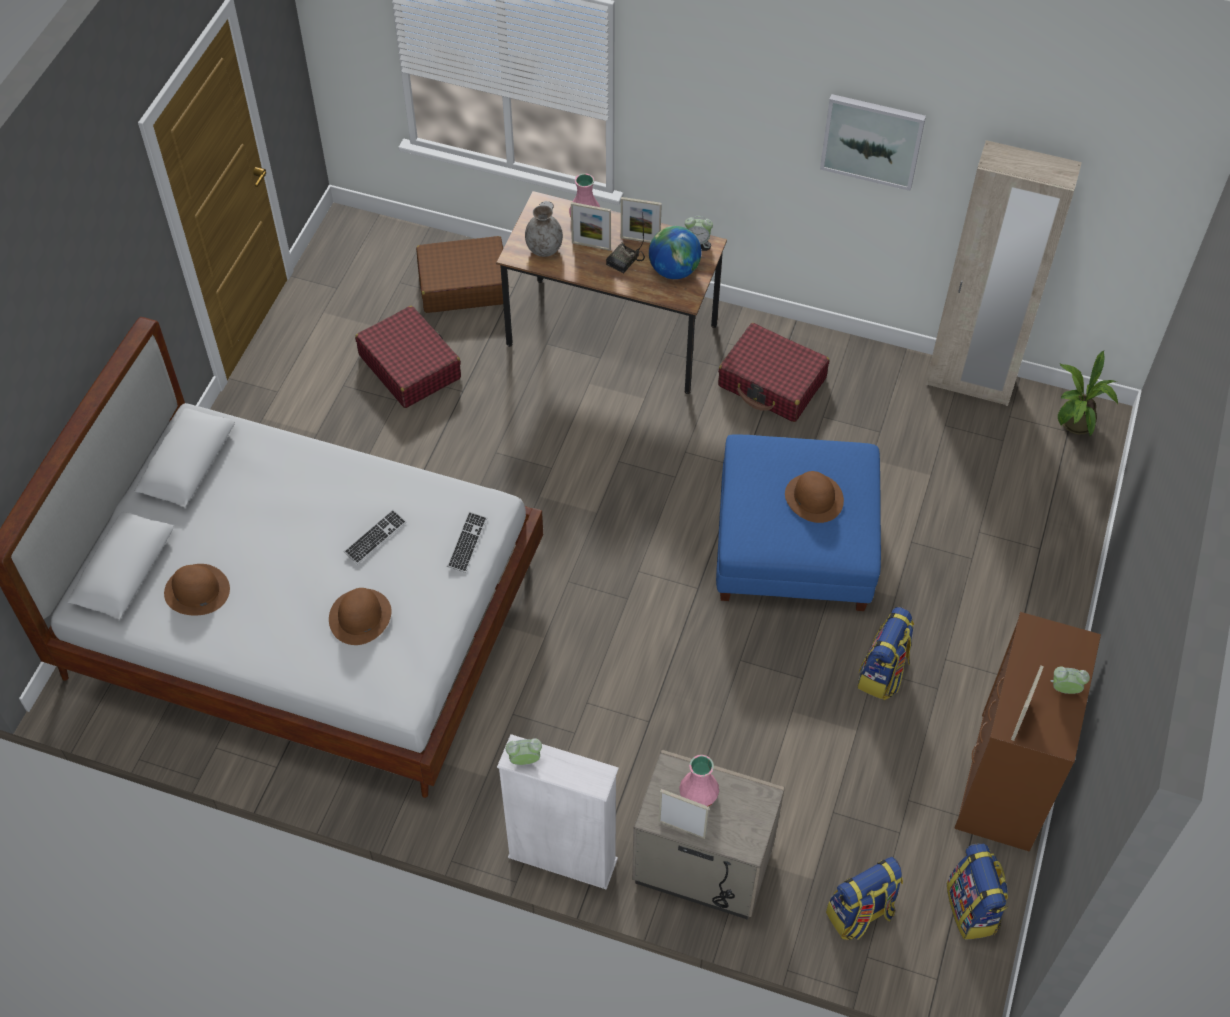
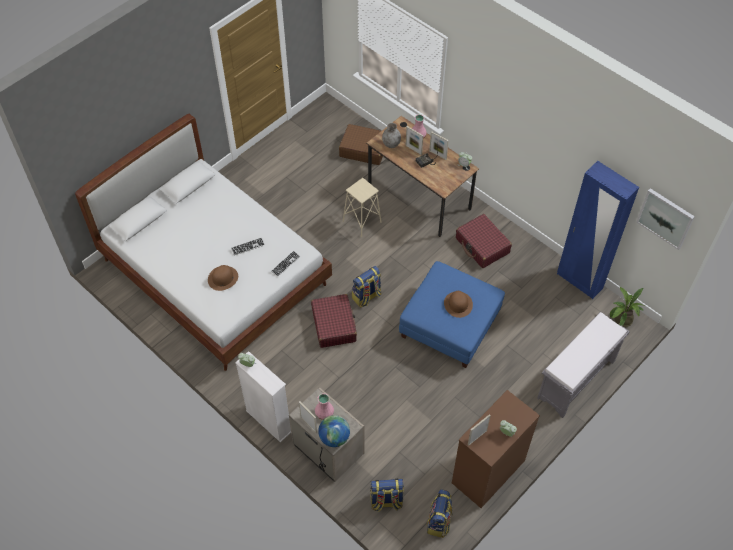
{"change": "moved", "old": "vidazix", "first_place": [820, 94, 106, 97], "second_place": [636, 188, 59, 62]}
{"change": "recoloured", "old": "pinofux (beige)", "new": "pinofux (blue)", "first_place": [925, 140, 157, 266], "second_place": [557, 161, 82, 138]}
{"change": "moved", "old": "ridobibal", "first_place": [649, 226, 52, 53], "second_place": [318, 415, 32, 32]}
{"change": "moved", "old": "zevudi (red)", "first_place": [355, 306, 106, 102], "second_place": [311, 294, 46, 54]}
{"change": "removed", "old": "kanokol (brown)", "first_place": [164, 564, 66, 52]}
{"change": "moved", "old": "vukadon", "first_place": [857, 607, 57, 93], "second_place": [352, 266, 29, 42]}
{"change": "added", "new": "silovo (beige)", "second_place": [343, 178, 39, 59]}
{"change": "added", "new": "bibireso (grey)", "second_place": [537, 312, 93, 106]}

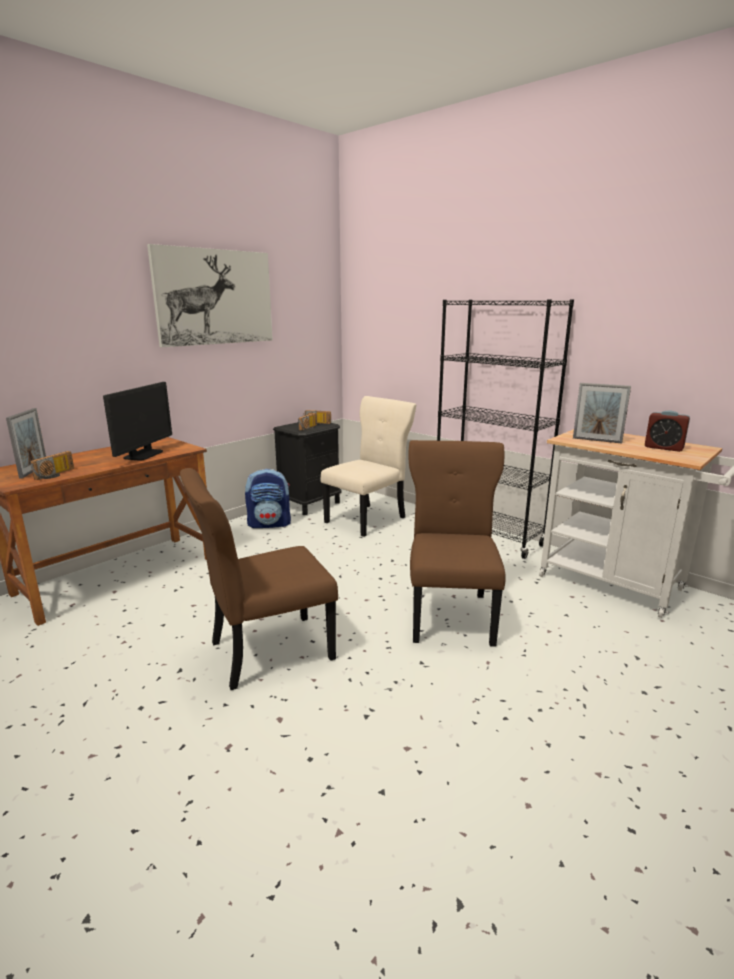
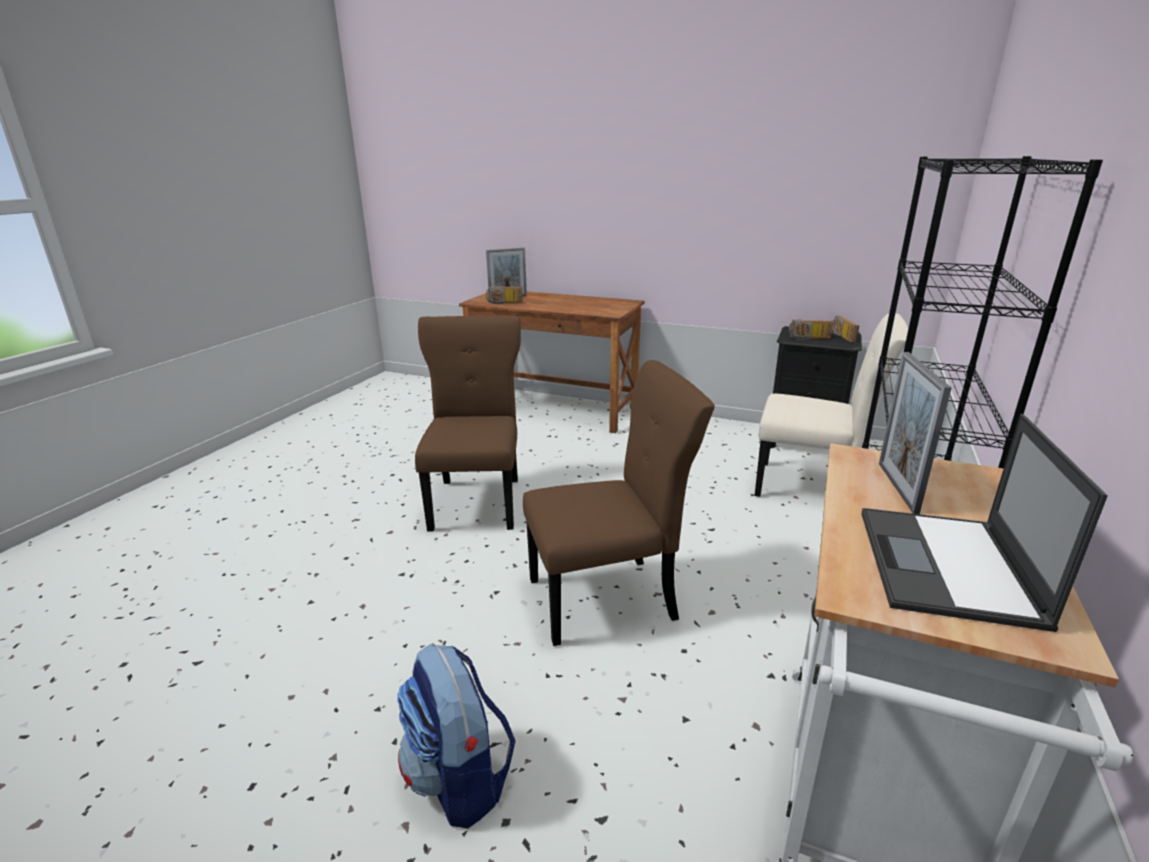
{"change": "removed", "old": "vidazix", "first_place": [147, 244, 126, 103]}
{"change": "removed", "old": "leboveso", "first_place": [103, 382, 69, 79]}
{"change": "replaced", "old": "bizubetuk", "new": "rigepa", "first_place": [645, 411, 45, 41], "second_place": [861, 414, 247, 218]}
{"change": "turned", "old": "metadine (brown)", "first_place": [180, 468, 158, 222], "second_place": [415, 316, 106, 216], "degrees": 45}
{"change": "moved", "old": "vukadon", "first_place": [245, 469, 46, 59], "second_place": [397, 643, 118, 186]}

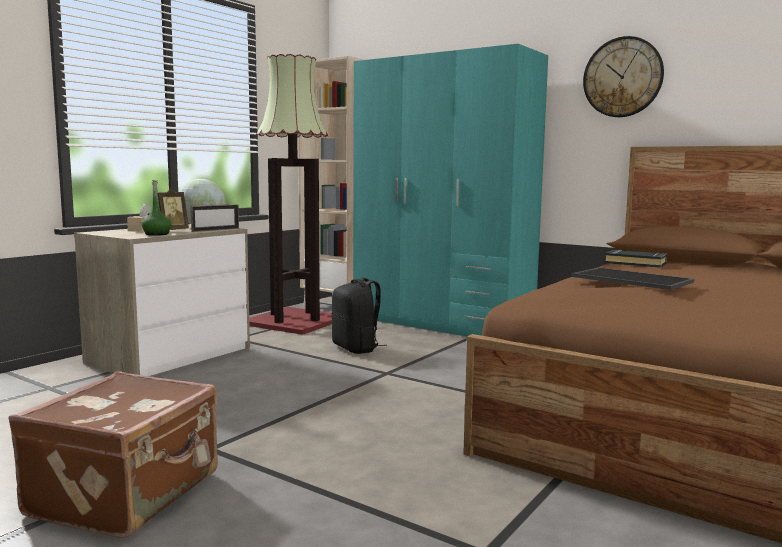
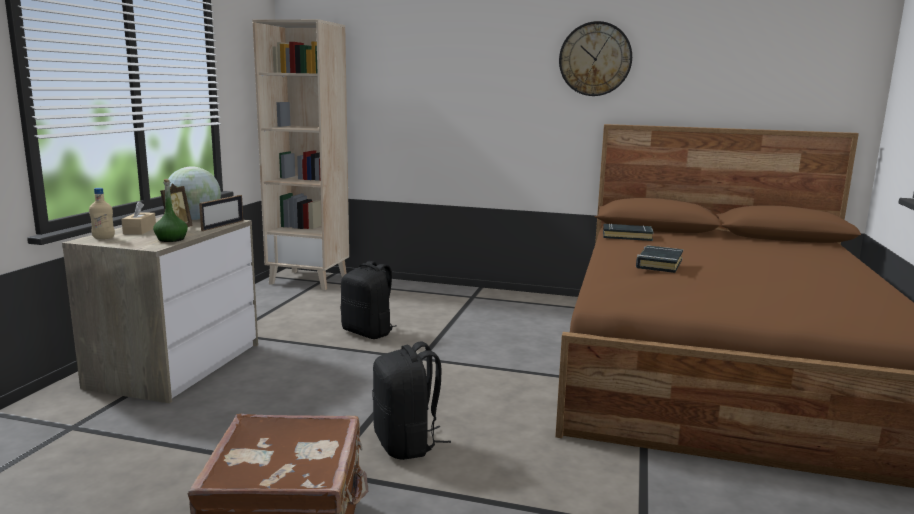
{"change": "removed", "old": "pinofux (turquoise)", "first_place": [353, 44, 195, 293]}
{"change": "removed", "old": "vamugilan", "first_place": [249, 54, 83, 281]}
{"change": "replaced", "old": "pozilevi", "new": "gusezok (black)", "first_place": [571, 268, 123, 22], "second_place": [636, 246, 47, 27]}
{"change": "added", "new": "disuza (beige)", "second_place": [89, 188, 26, 51]}
{"change": "added", "new": "vukadon (black)", "second_place": [372, 342, 79, 118]}

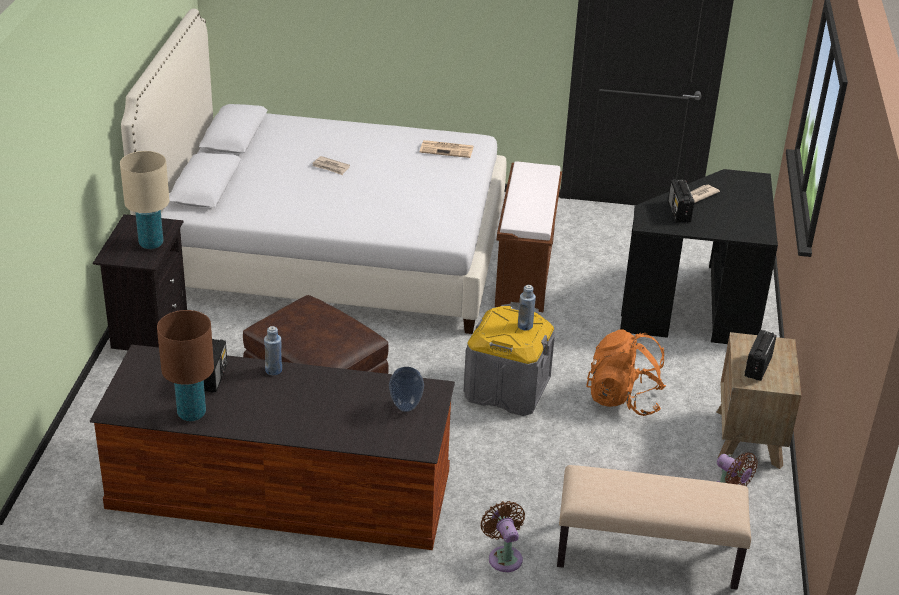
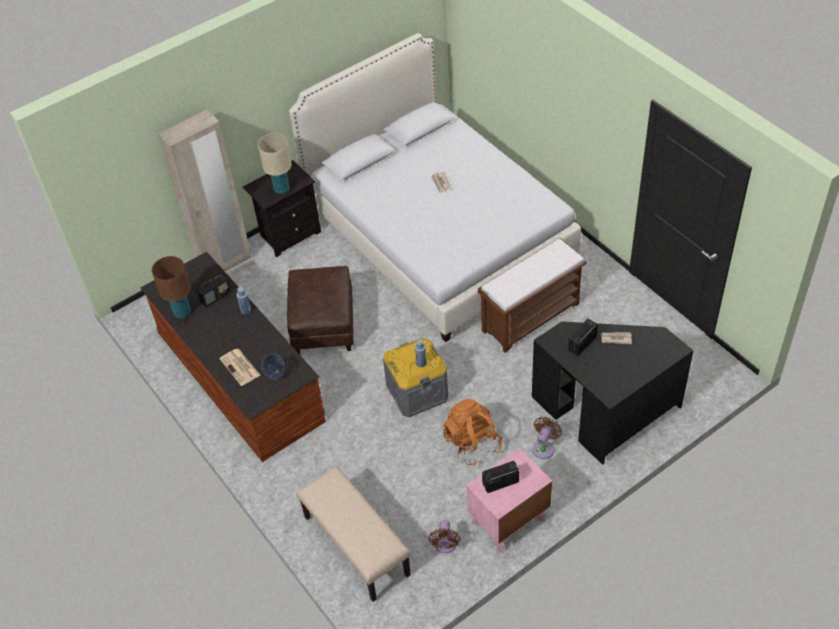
{"change": "moved", "old": "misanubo", "first_place": [420, 140, 54, 18], "second_place": [219, 349, 41, 37]}
{"change": "recoloured", "old": "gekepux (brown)", "new": "gekepux (pink)", "first_place": [717, 332, 84, 137], "second_place": [466, 448, 86, 105]}
{"change": "moved", "old": "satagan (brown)", "first_place": [481, 501, 44, 71], "second_place": [532, 417, 30, 42]}
{"change": "added", "new": "pinofux (beige)", "second_place": [158, 109, 94, 163]}

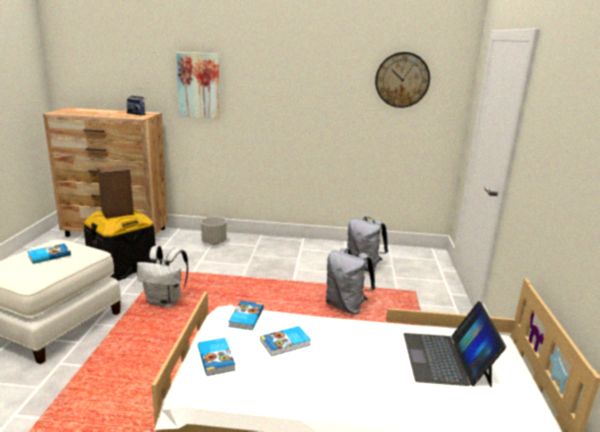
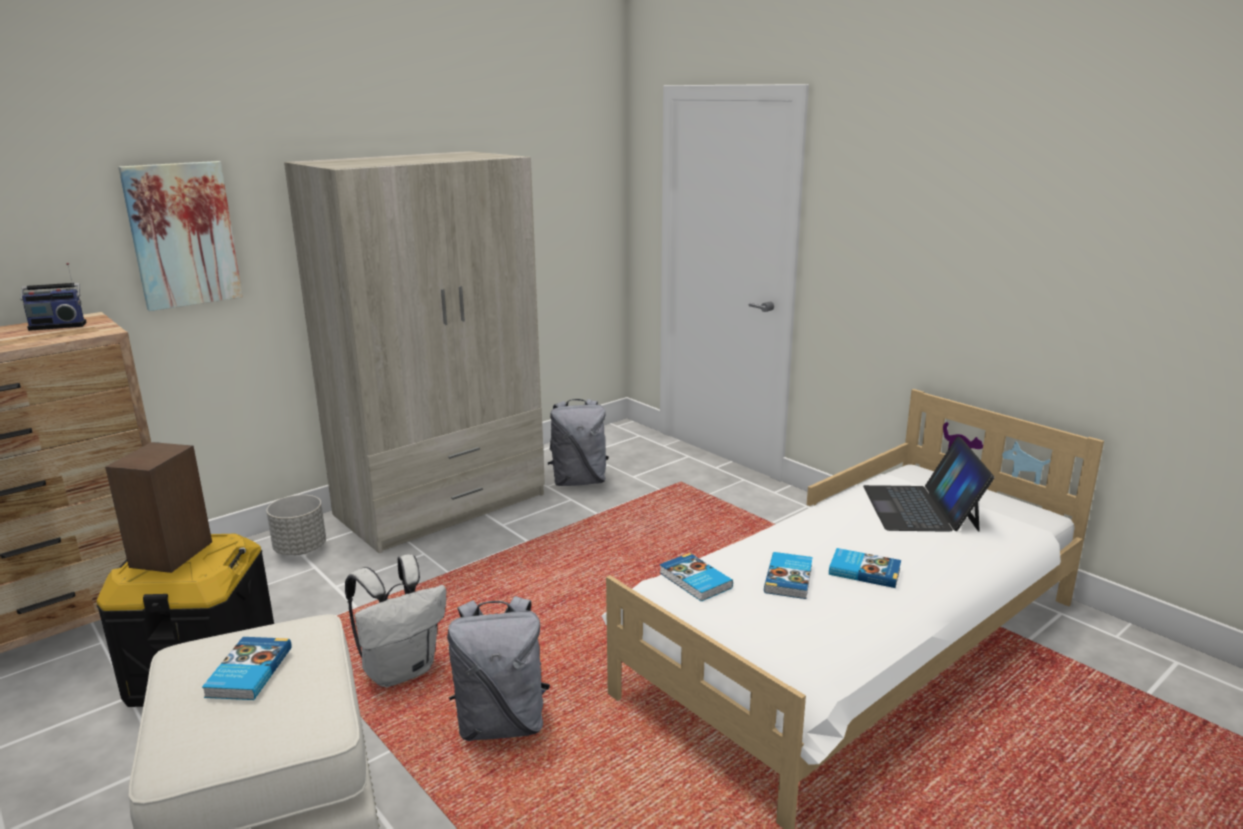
{"change": "removed", "old": "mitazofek", "first_place": [375, 52, 55, 56]}
{"change": "moved", "old": "vukadon (grey)", "first_place": [326, 248, 49, 66], "second_place": [447, 596, 103, 145]}
{"change": "turned", "old": "rigepa", "first_place": [404, 301, 102, 86], "second_place": [863, 436, 132, 96], "degrees": 45}
{"change": "moved", "old": "gusezok", "first_place": [198, 338, 38, 38], "second_place": [829, 548, 72, 40]}
{"change": "added", "new": "pinofux (beige)", "second_place": [284, 151, 261, 402]}

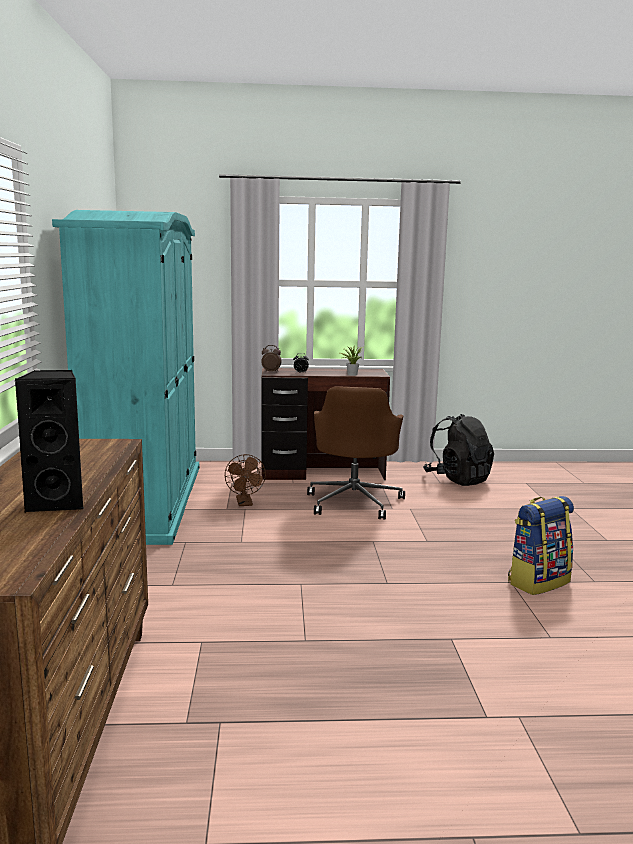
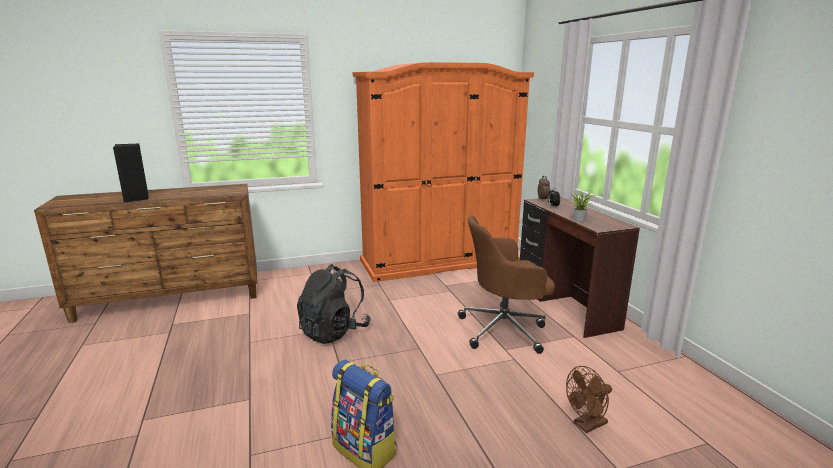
{"change": "recoloured", "old": "pinofux (turquoise)", "new": "pinofux (orange)", "first_place": [52, 210, 147, 335], "second_place": [353, 62, 181, 220]}
{"change": "moved", "old": "vukadon (black)", "first_place": [423, 414, 71, 72], "second_place": [297, 264, 74, 80]}
{"change": "moved", "old": "satagan (brown)", "first_place": [225, 454, 41, 52], "second_place": [566, 366, 46, 67]}

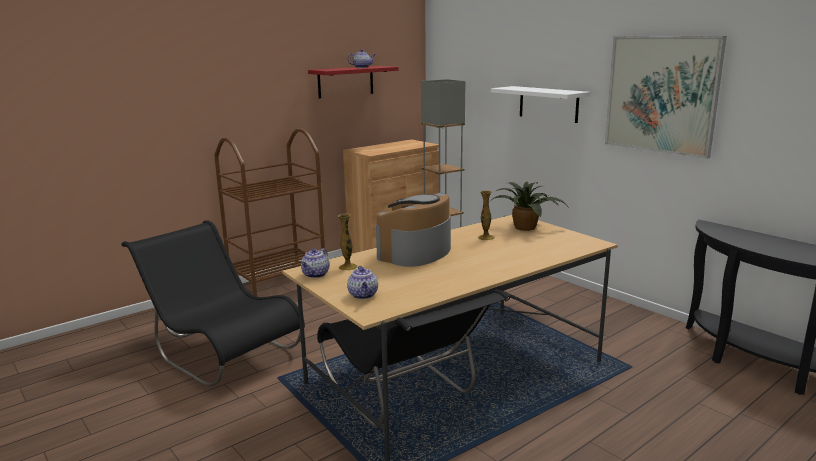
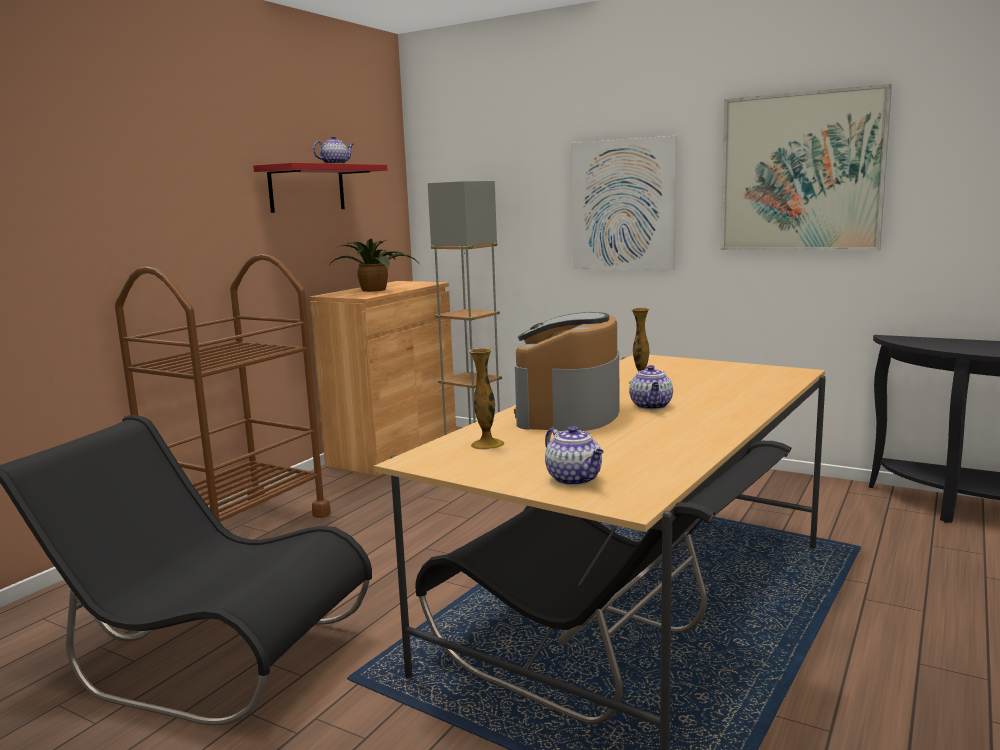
{"change": "replaced", "old": "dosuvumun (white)", "new": "vidazix", "first_place": [491, 86, 99, 37], "second_place": [571, 136, 106, 134]}
{"change": "moved", "old": "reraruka", "first_place": [490, 181, 79, 50], "second_place": [330, 239, 90, 53]}
{"change": "moved", "old": "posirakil", "first_place": [301, 248, 28, 30], "second_place": [629, 365, 44, 45]}

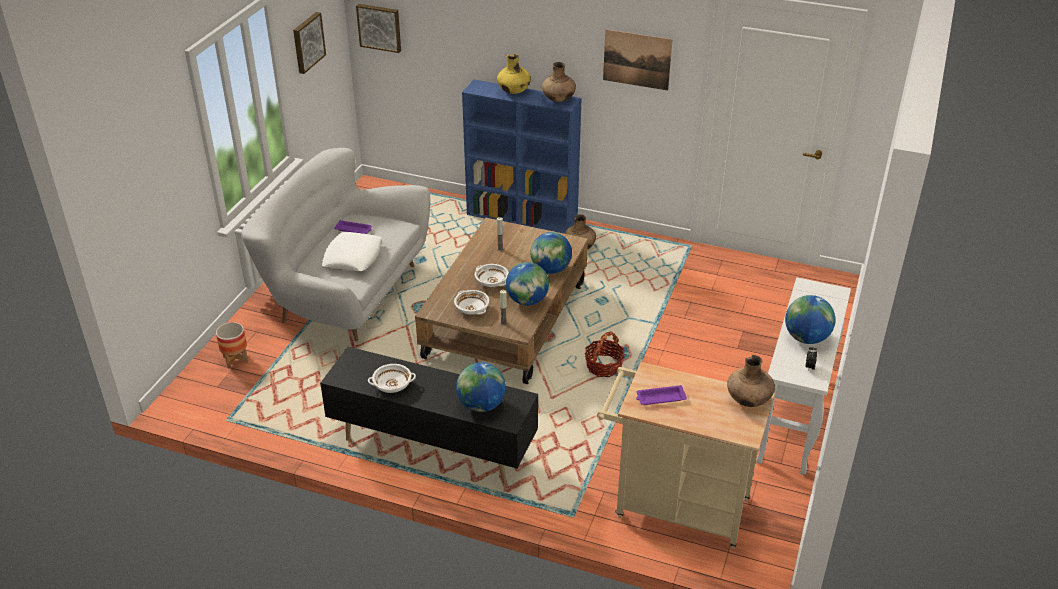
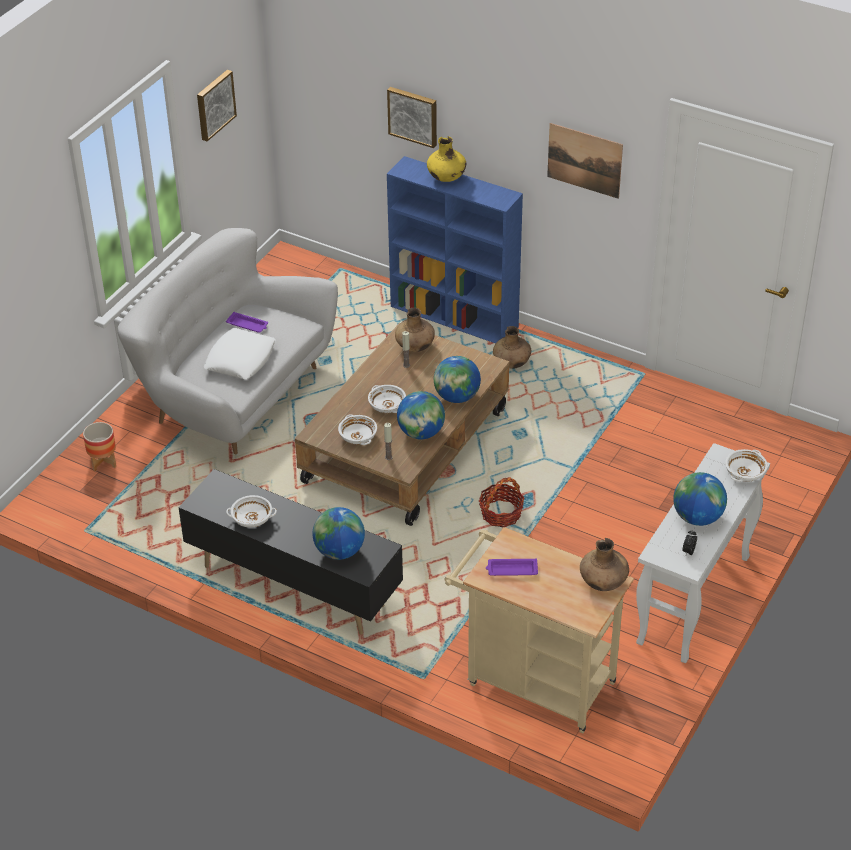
{"change": "moved", "old": "vidazix", "first_place": [356, 4, 45, 49], "second_place": [387, 87, 50, 61]}
{"change": "moved", "old": "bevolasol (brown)", "first_place": [542, 62, 34, 40], "second_place": [395, 308, 40, 44]}
{"change": "added", "new": "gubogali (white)", "second_place": [725, 449, 43, 33]}

